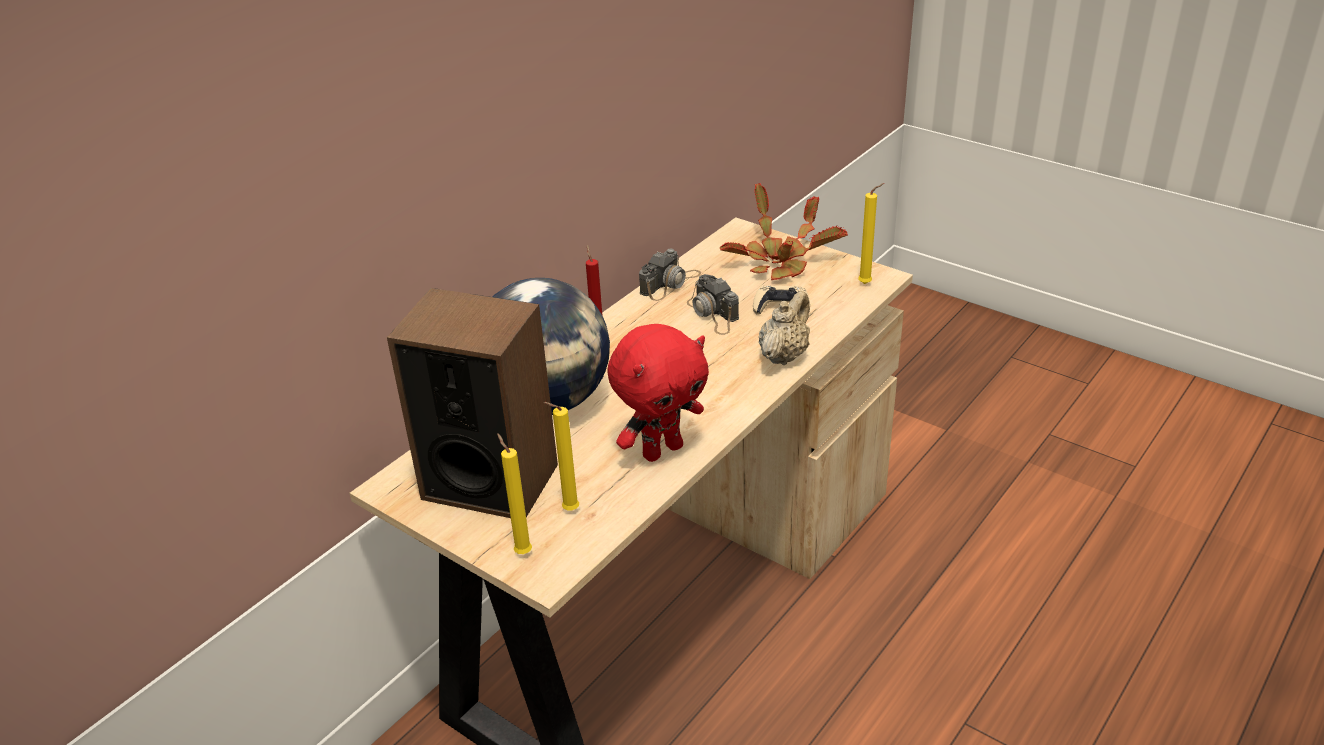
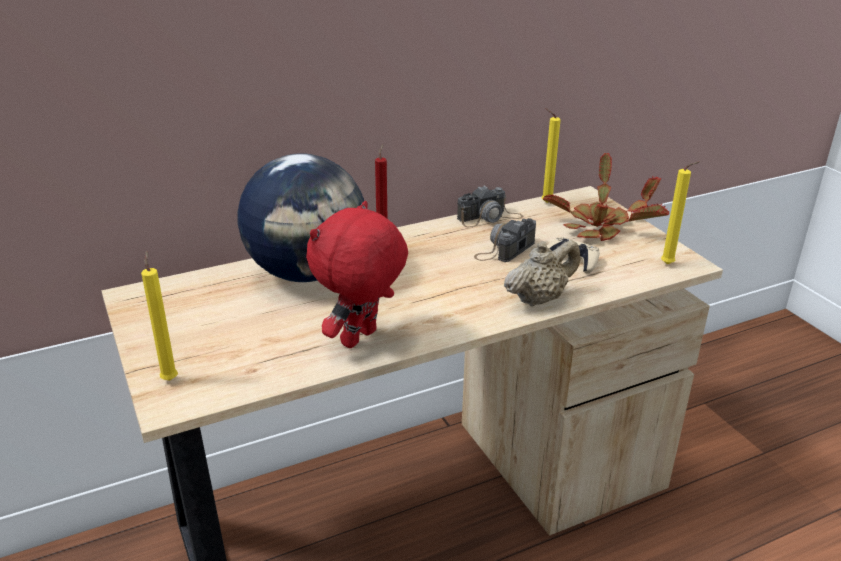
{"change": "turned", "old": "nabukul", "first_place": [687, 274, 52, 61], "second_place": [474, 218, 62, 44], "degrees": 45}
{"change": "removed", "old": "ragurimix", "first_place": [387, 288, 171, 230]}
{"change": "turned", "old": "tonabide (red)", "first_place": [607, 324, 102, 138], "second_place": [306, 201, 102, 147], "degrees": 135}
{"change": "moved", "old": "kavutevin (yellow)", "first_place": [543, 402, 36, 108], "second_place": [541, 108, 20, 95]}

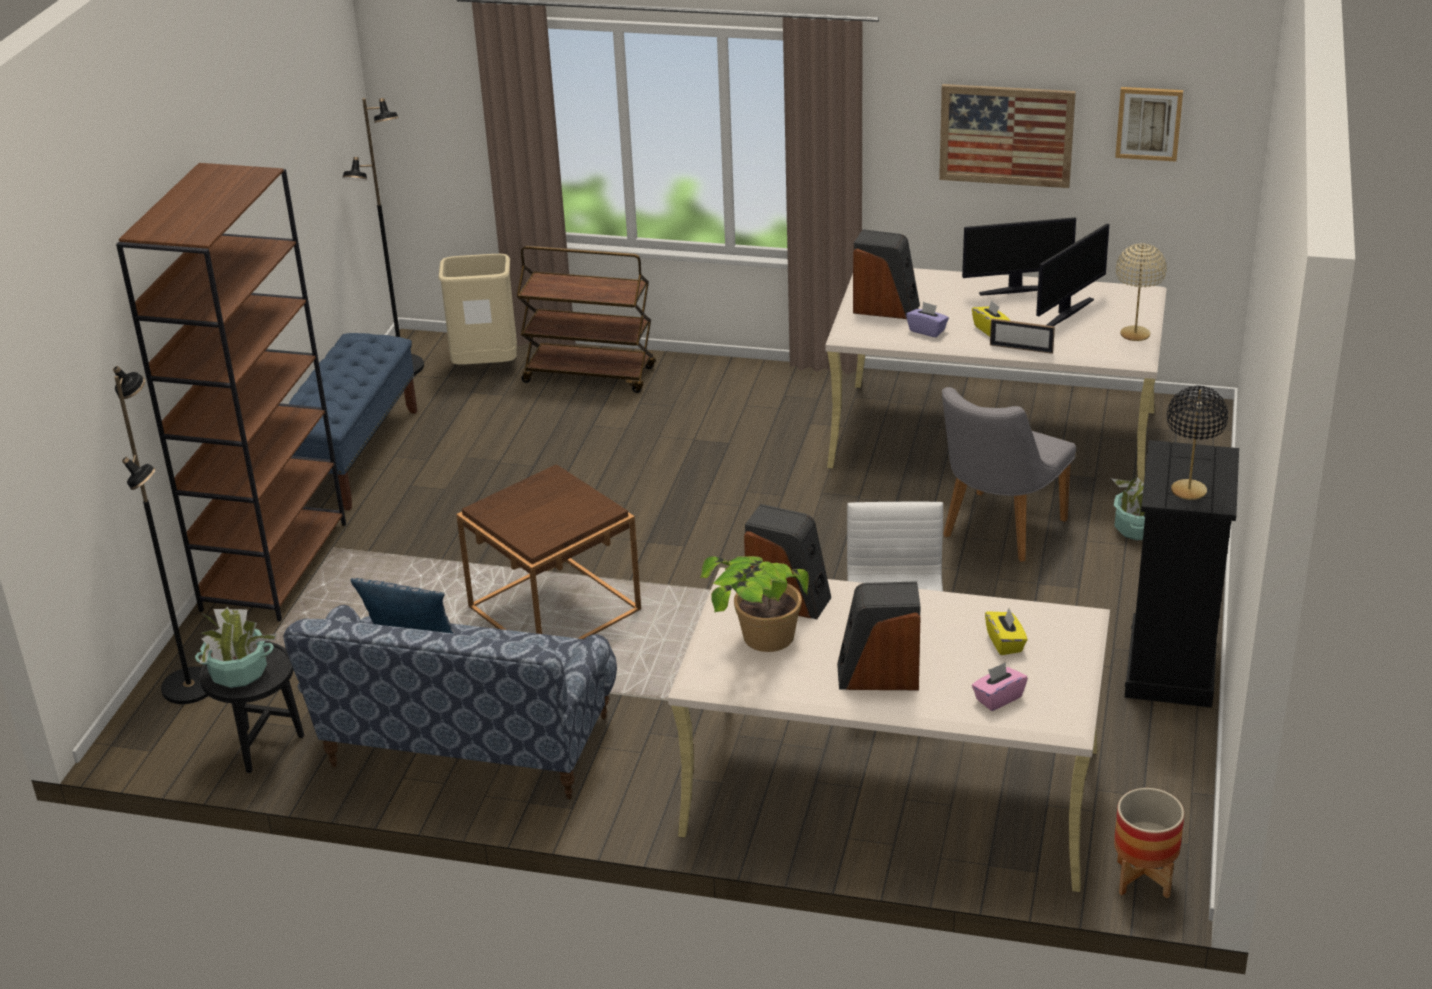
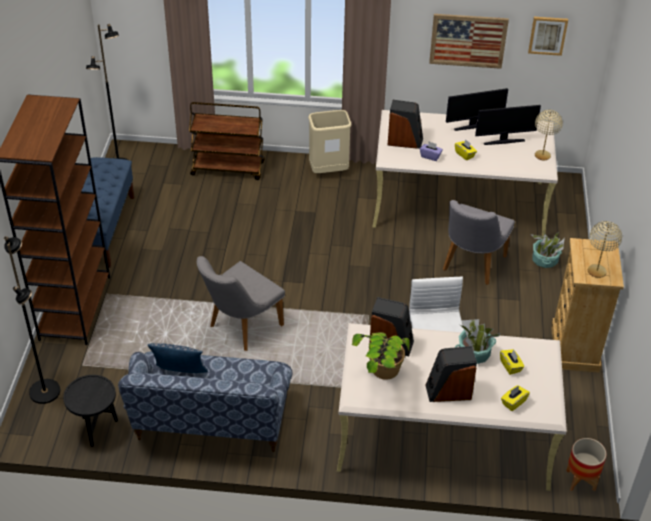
{"change": "turned", "old": "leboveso", "first_place": [1036, 224, 73, 102], "second_place": [475, 105, 66, 40], "degrees": 45}
{"change": "moved", "old": "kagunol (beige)", "first_place": [438, 254, 79, 111], "second_place": [308, 110, 44, 63]}
{"change": "removed", "old": "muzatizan", "first_place": [990, 318, 65, 36]}
{"change": "recoloured", "old": "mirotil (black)", "new": "mirotil (beige)", "first_place": [1167, 385, 61, 115], "second_place": [588, 221, 34, 57]}
{"change": "recoloured", "old": "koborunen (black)", "new": "koborunen (beige)", "first_place": [1125, 440, 114, 268], "second_place": [551, 238, 73, 135]}
{"change": "replaced", "old": "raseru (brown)", "new": "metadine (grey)", "first_place": [456, 464, 185, 175], "second_place": [197, 256, 88, 95]}
{"change": "moved", "old": "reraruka", "first_place": [195, 607, 82, 81], "second_place": [455, 319, 46, 45]}
{"change": "recoloured", "old": "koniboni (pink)", "new": "koniboni (yellow)", "first_place": [972, 662, 56, 49], "second_place": [501, 385, 29, 26]}

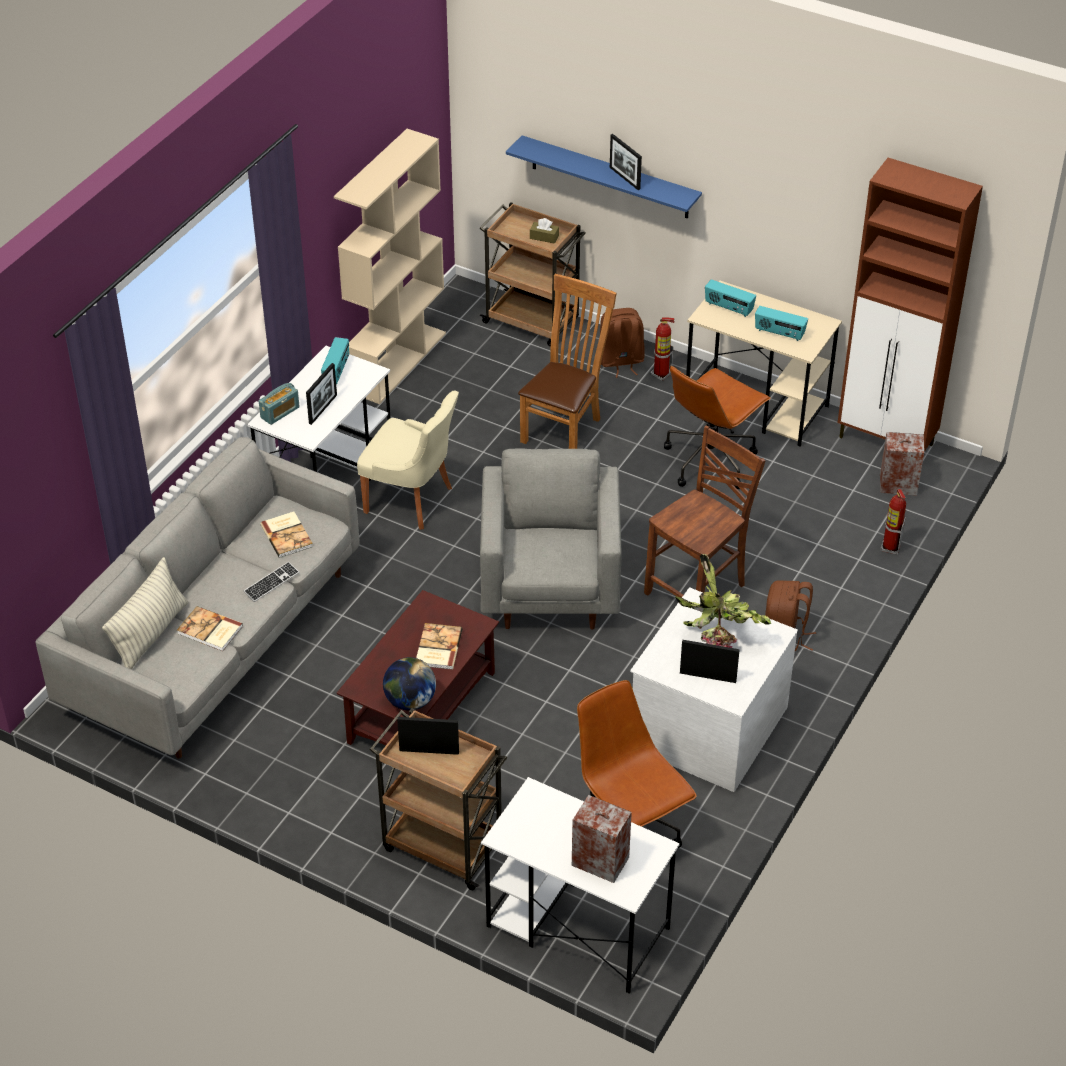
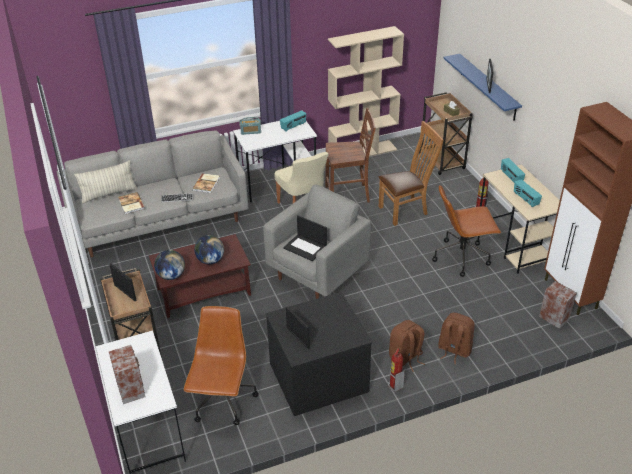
{"change": "moved", "old": "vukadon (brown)", "first_place": [600, 308, 45, 70], "second_place": [438, 313, 37, 52]}
{"change": "removed", "old": "muzatizan", "first_place": [306, 363, 31, 62]}
{"change": "moved", "old": "metadine (brown)", "first_place": [644, 426, 121, 172], "second_place": [325, 108, 51, 94]}
{"change": "moved", "old": "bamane", "first_place": [881, 489, 25, 66], "second_place": [387, 348, 18, 44]}
{"change": "removed", "old": "reraruka", "first_place": [675, 554, 96, 94]}
{"change": "recoloured", "old": "koborunen (white)", "new": "koborunen (black)", "first_place": [630, 587, 168, 205], "second_place": [265, 292, 107, 124]}
{"change": "replaced", "old": "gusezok", "new": "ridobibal", "first_place": [416, 623, 46, 47], "second_place": [194, 235, 30, 29]}
{"change": "added", "new": "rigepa", "second_place": [283, 215, 44, 46]}

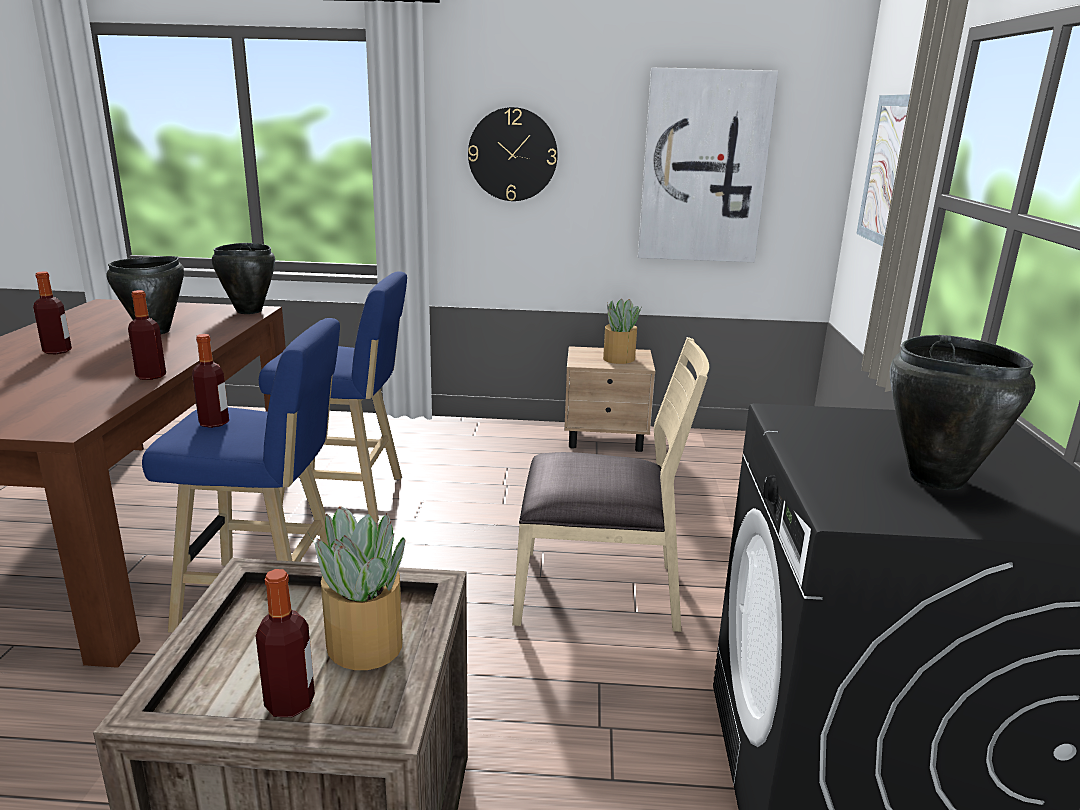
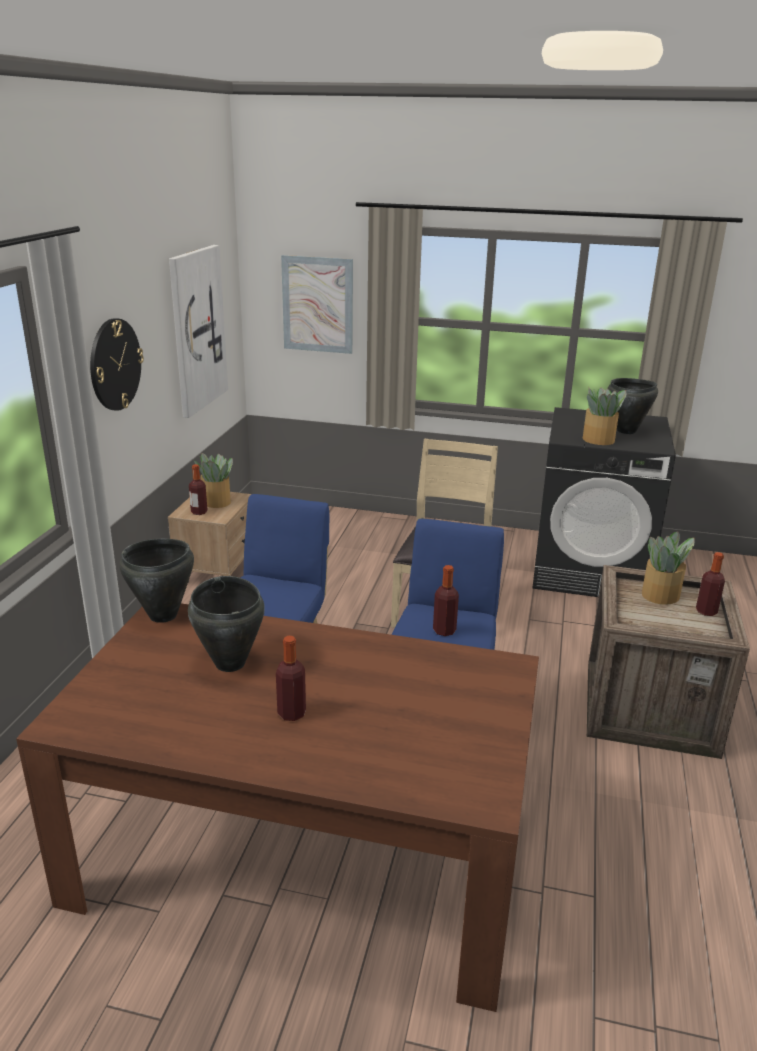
{"change": "moved", "old": "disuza", "first_place": [128, 290, 38, 90], "second_place": [189, 464, 19, 51]}
{"change": "added", "new": "reraruka", "second_place": [583, 387, 43, 58]}

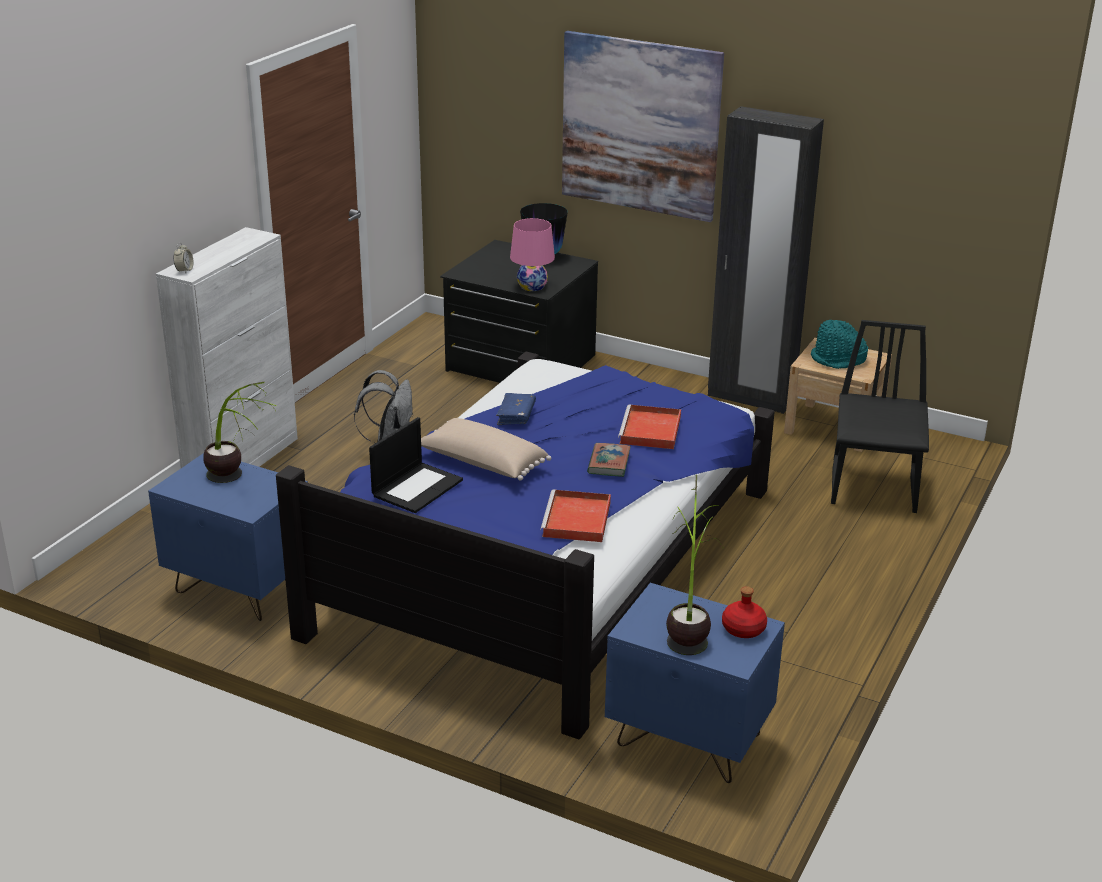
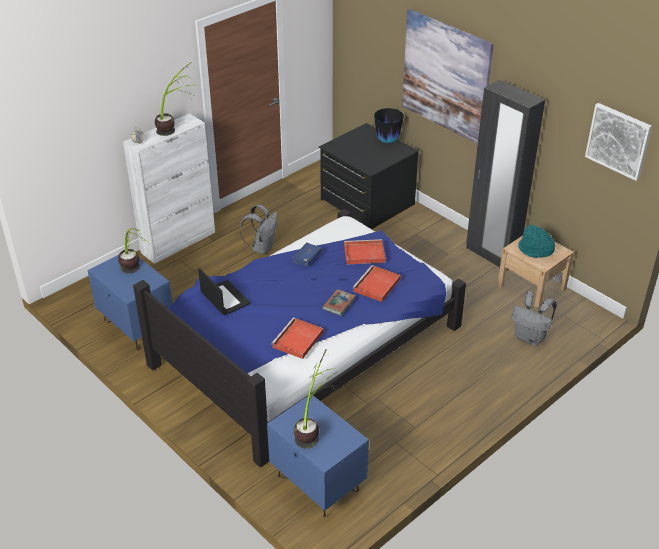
{"change": "removed", "old": "mirotil (pink)", "first_place": [510, 218, 45, 73]}
{"change": "replaced", "old": "metadine (black)", "new": "vukadon (grey)", "first_place": [831, 320, 98, 193], "second_place": [512, 291, 45, 54]}
{"change": "turned", "old": "rigepa", "first_place": [369, 417, 94, 96], "second_place": [198, 268, 53, 47], "degrees": -90}
{"change": "removed", "old": "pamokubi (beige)", "first_place": [421, 418, 130, 63]}
{"change": "removed", "old": "disuza (red)", "first_place": [722, 586, 45, 52]}
{"change": "added", "new": "reraruka", "second_place": [155, 62, 43, 74]}
{"change": "added", "new": "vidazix", "second_place": [585, 103, 67, 78]}
{"change": "added", "new": "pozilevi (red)", "second_place": [344, 239, 42, 25]}

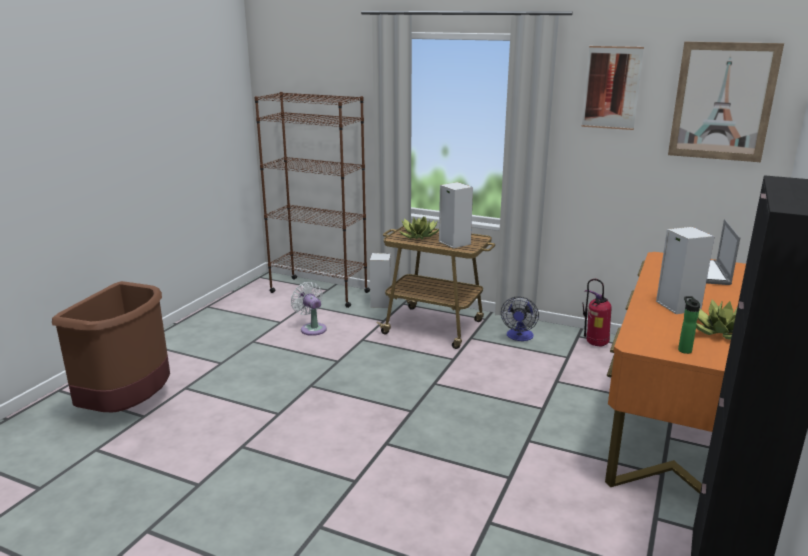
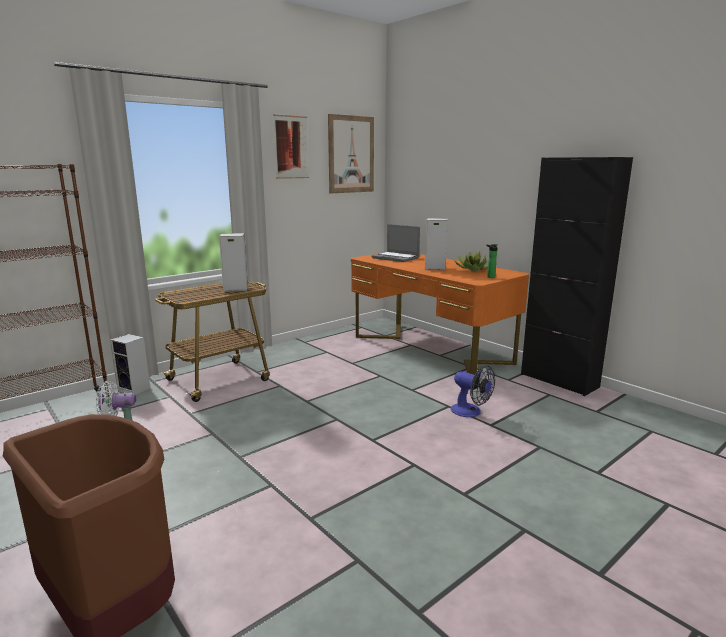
{"change": "removed", "old": "reraruka", "first_place": [398, 217, 41, 23]}
{"change": "removed", "old": "bamane", "first_place": [582, 279, 30, 68]}
{"change": "moved", "old": "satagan", "first_place": [501, 297, 38, 44], "second_place": [451, 366, 44, 51]}

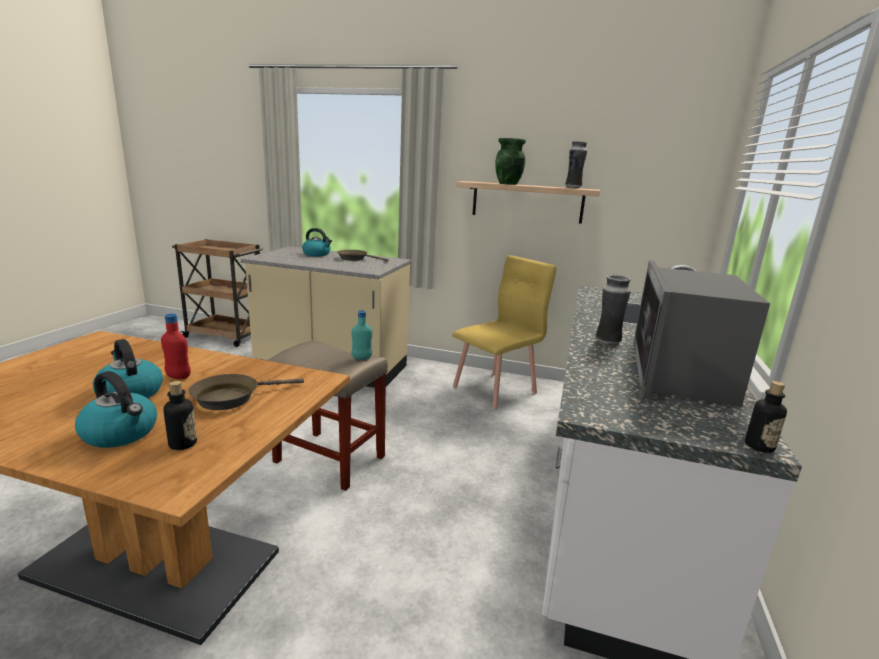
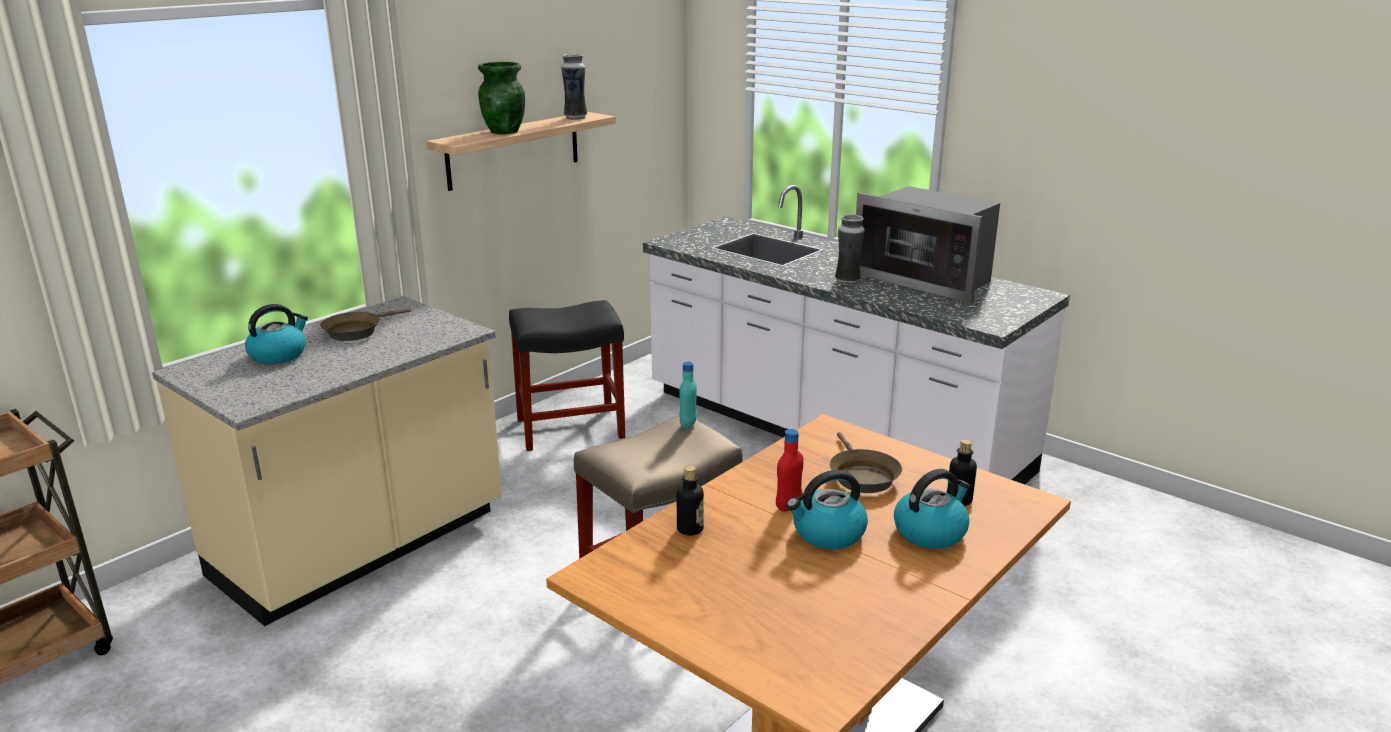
{"change": "replaced", "old": "metadine (yellow)", "new": "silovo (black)", "first_place": [452, 255, 105, 154], "second_place": [509, 300, 116, 151]}
{"change": "moved", "old": "disuza", "first_place": [745, 381, 42, 72], "second_place": [677, 466, 27, 70]}

